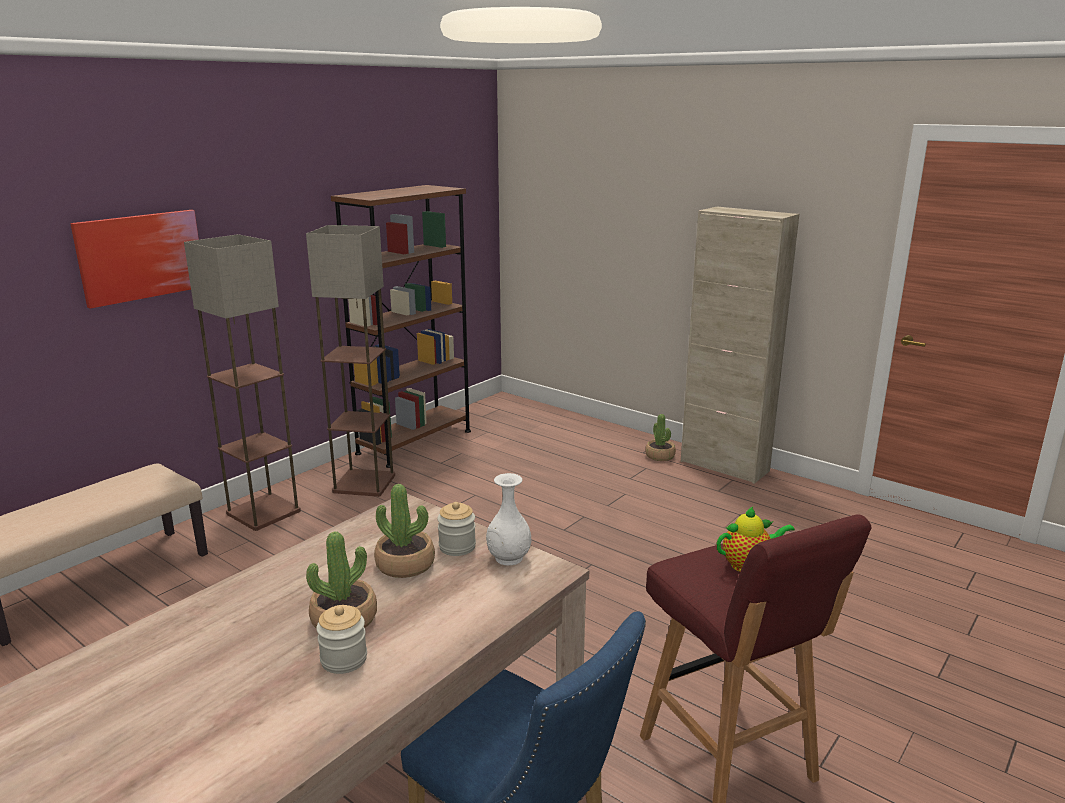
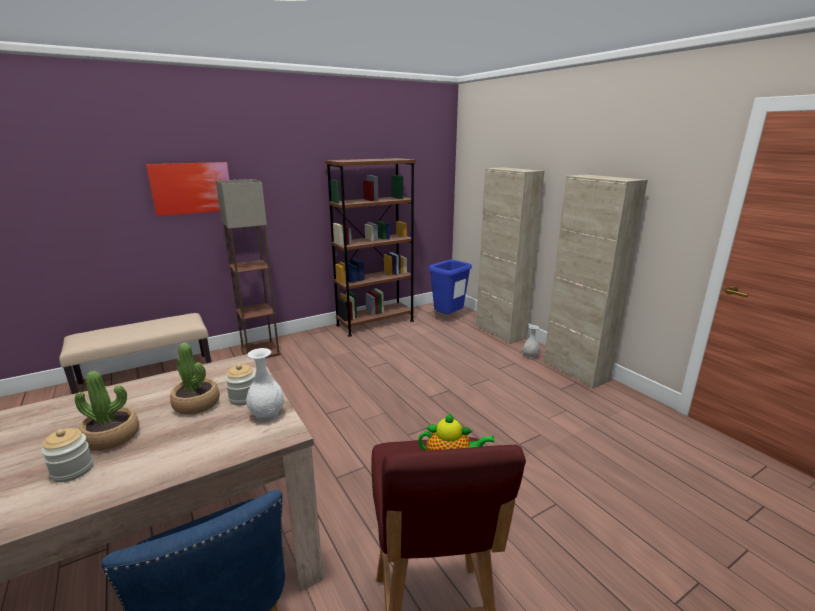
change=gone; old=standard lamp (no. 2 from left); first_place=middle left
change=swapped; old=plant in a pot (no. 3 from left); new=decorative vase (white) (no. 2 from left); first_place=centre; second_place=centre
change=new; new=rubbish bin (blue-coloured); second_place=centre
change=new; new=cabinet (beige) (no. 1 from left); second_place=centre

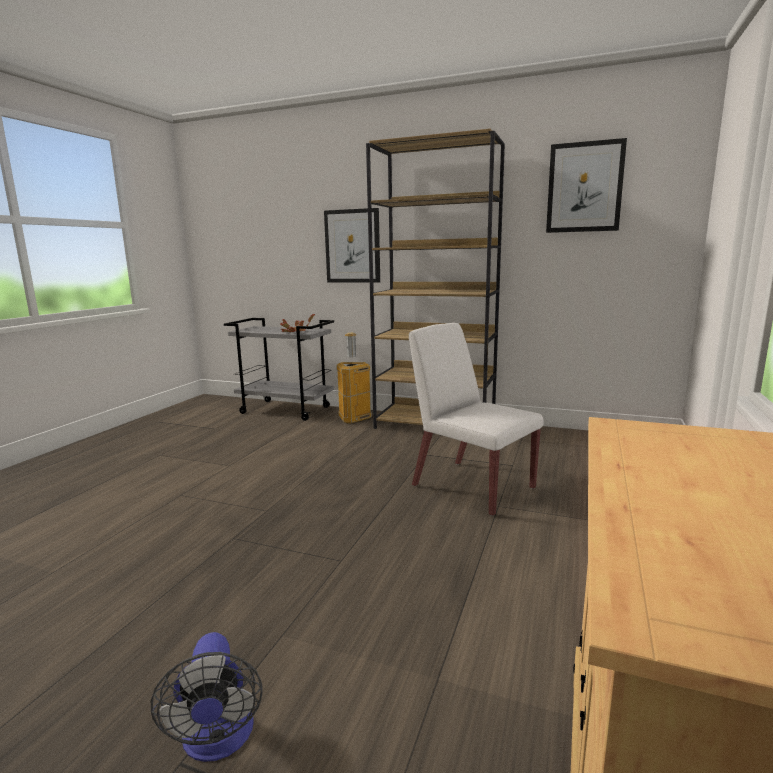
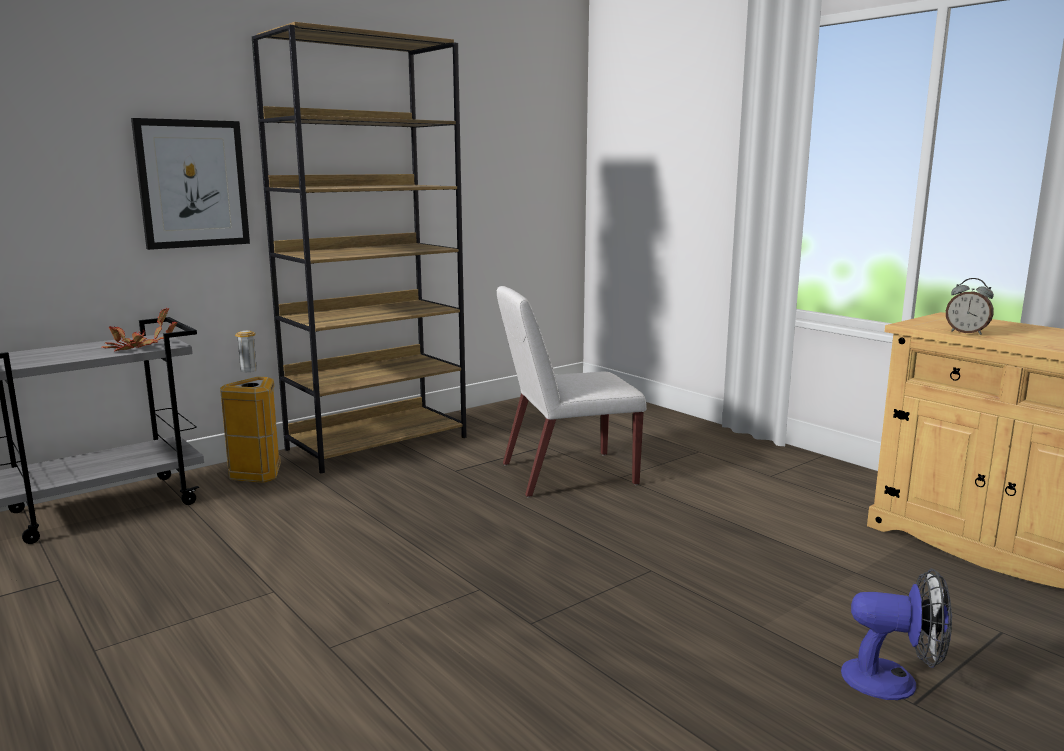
change=gone; old=picture (no. 2 from left); first_place=top right
change=new; new=alarm clock; second_place=middle right

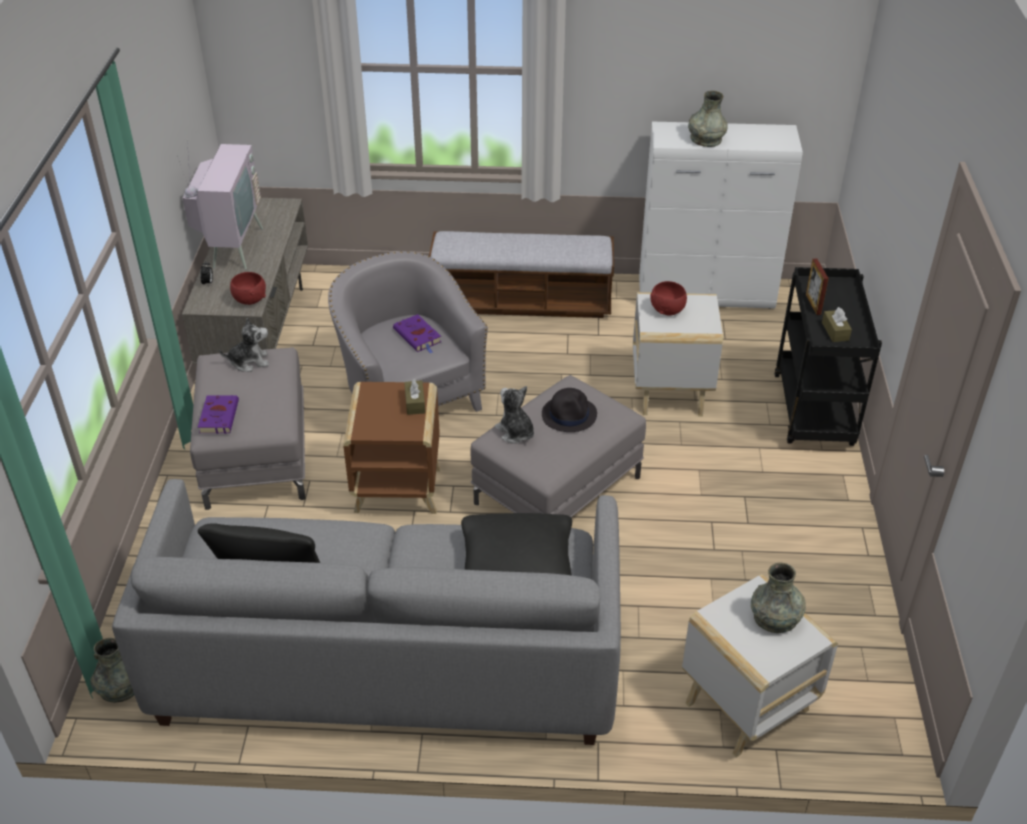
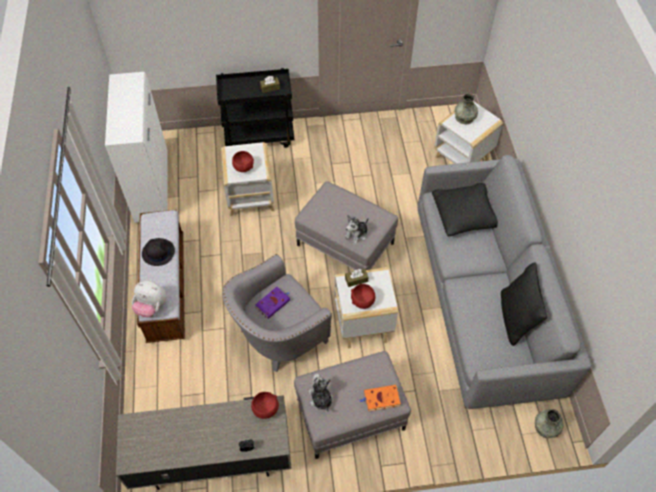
change=gone; old=TV; first_place=top left
change=repainted; old=bound book (purple) (no. 1 from left); new=bound book (orangey); first_place=middle left; second_place=bottom centre
change=repainted; old=accent table (brown-coloured); new=accent table (white) (no. 2 from left); first_place=centre; second_place=centre
change=shifted; old=hat (blackish); first_place=centre; second_place=middle left
change=gone; old=decorative vase (greyish) (no. 2 from left); first_place=top right
change=gone; old=standing frame; first_place=middle right
change=new; new=soft toy (no. 1 from left); second_place=middle left
change=new; new=serving bowl (red) (no. 3 from left); second_place=centre

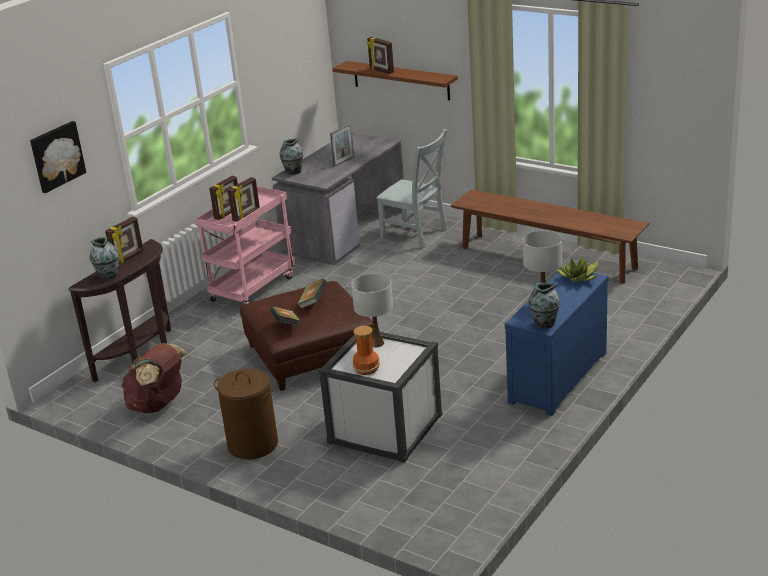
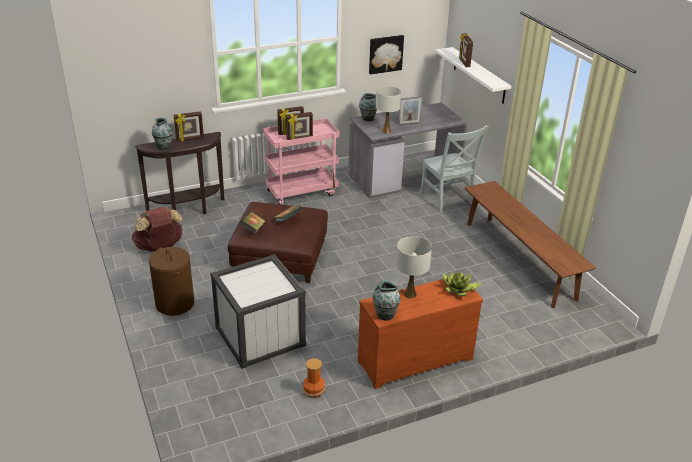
change=shifted; old=picture; first_place=top left; second_place=top centre
change=repainted; old=wall shelf (brown-coloured); new=wall shelf (white); first_place=top centre; second_place=top right
change=shifted; old=lamp for a table (white) (no. 1 from left); first_place=centre; second_place=top centre
change=shifted; old=decorative vase (no. 3 from left in the first image); new=decorative vase (no. 2 from left); first_place=centre; second_place=bottom centre
change=repainted; old=chest of drawers (blue-coloured); new=chest of drawers (brown-coloured); first_place=middle right; second_place=bottom centre

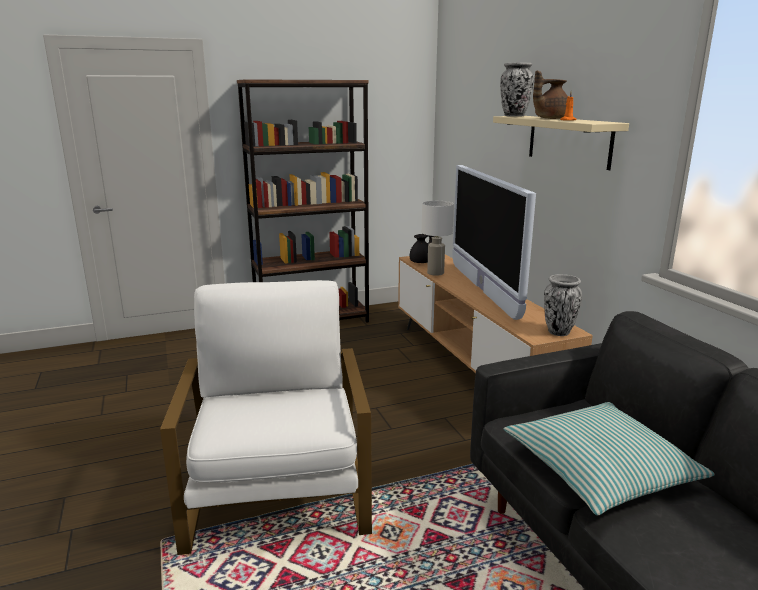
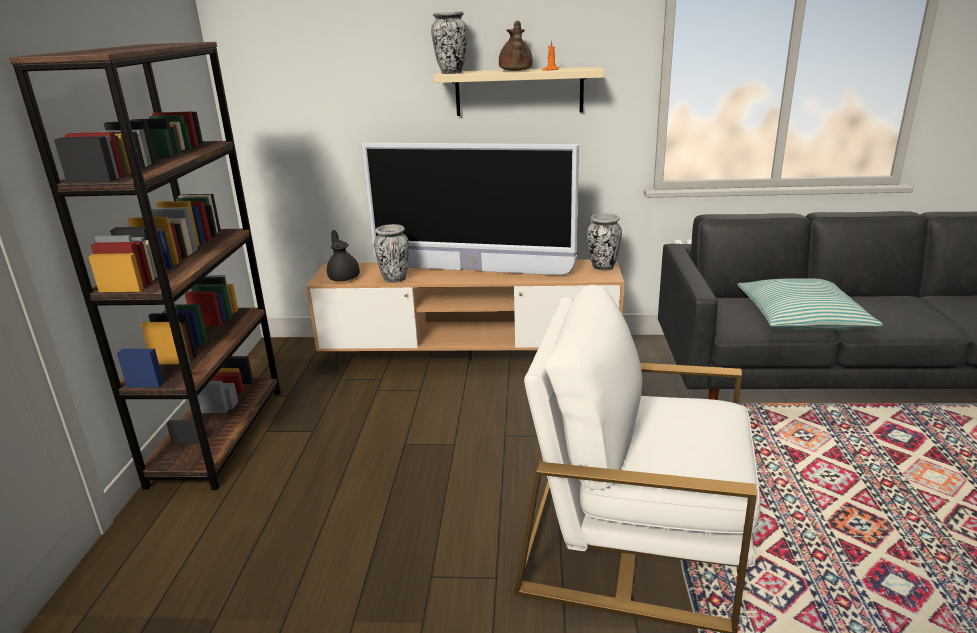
change=swapped; old=lamp for a table (white); new=decorative vase (no. 1 from left); first_place=centre; second_place=centre

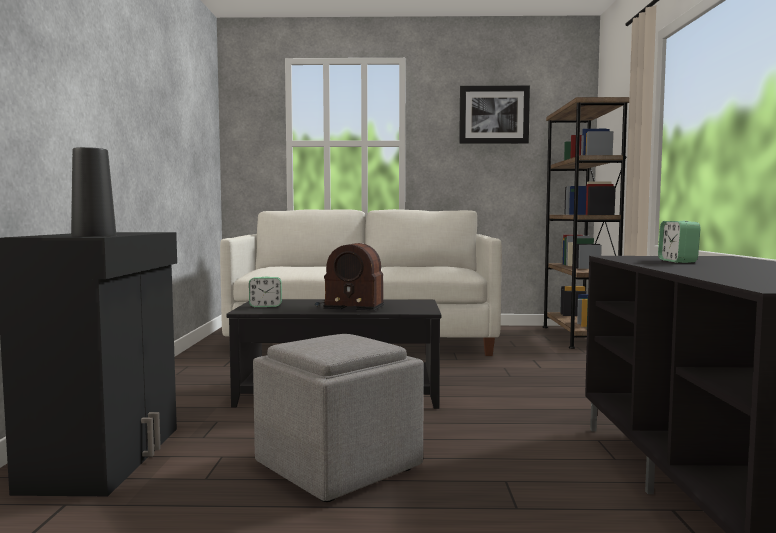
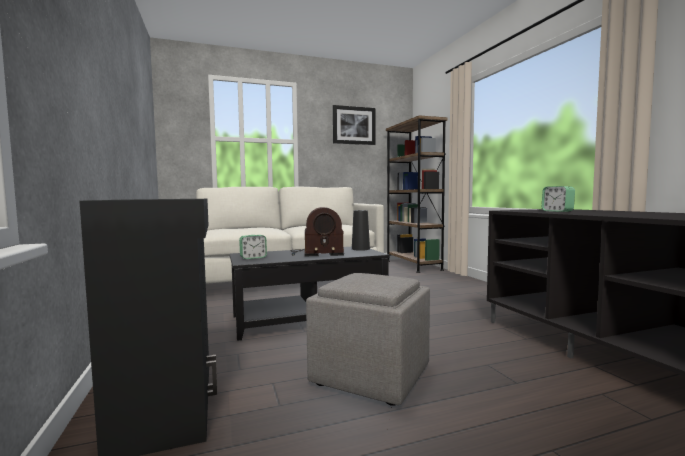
change=shifted; old=decorative vase (blackish); first_place=middle left; second_place=centre

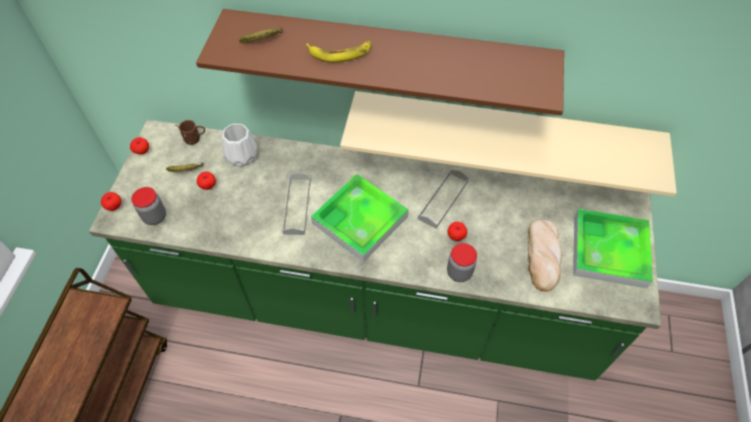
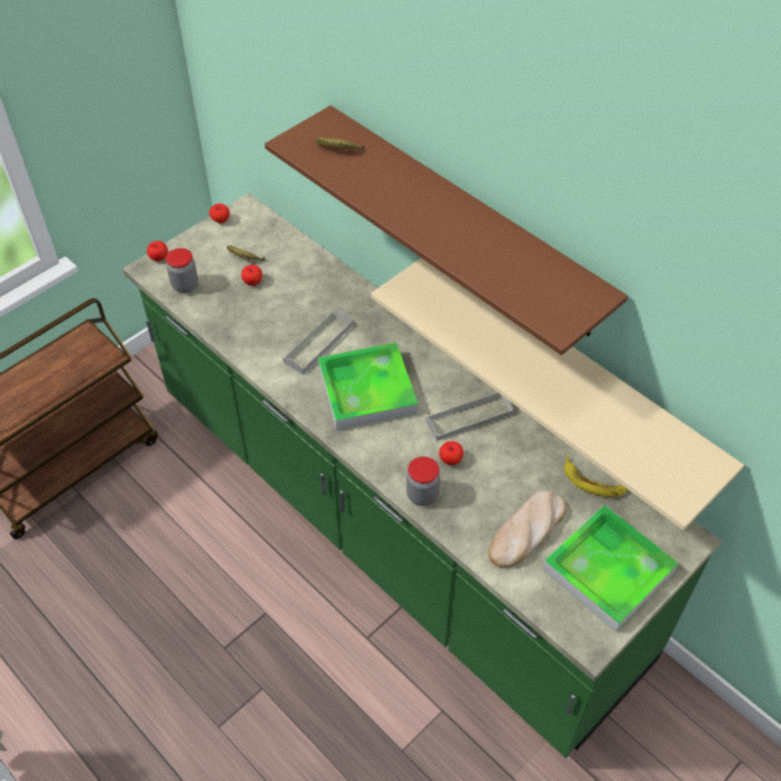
change=gone; old=tea mug (brown-coloured); first_place=top left
change=gone; old=decorative vase (white); first_place=middle left
change=shifted; old=whole banana (no. 3 from left); first_place=top centre; second_place=middle right

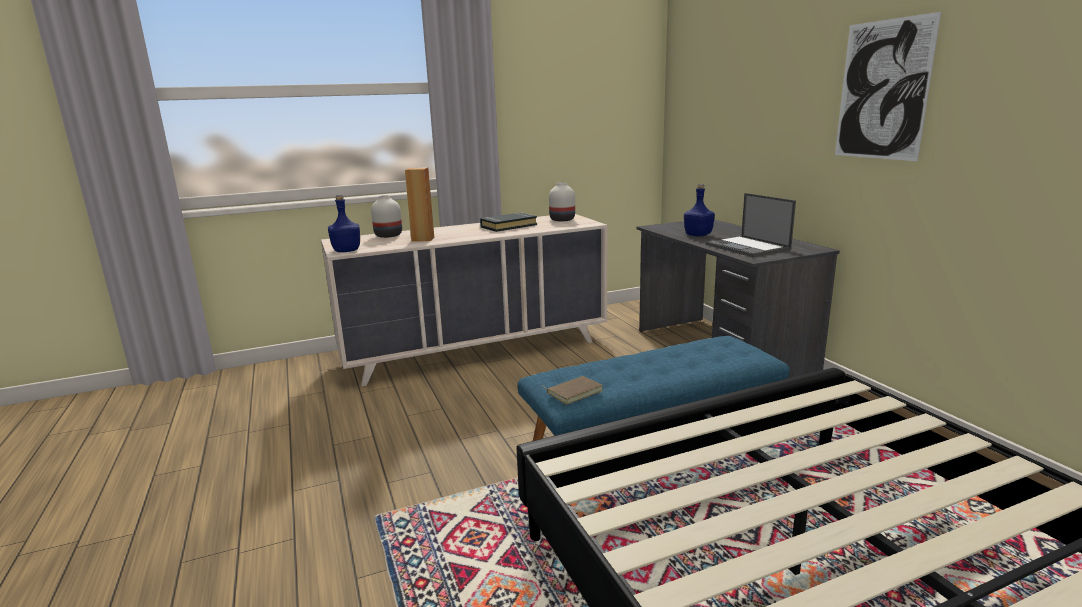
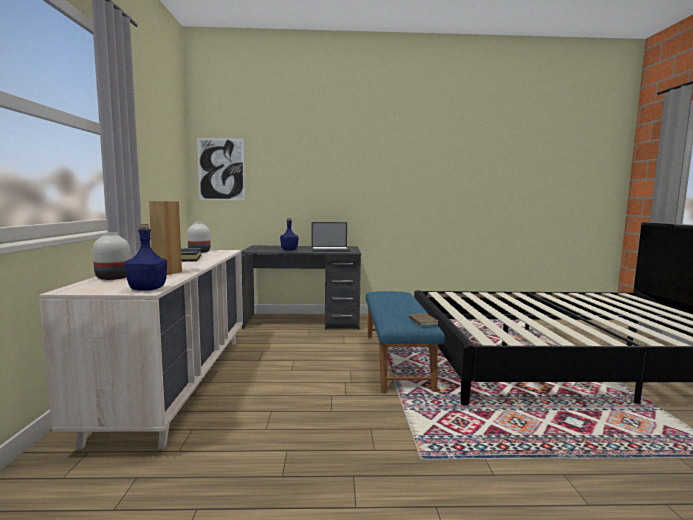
change=shifted; old=picture; first_place=top right; second_place=top left

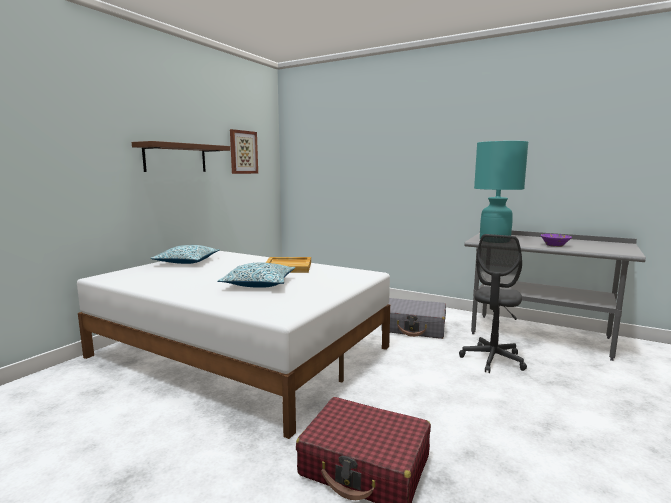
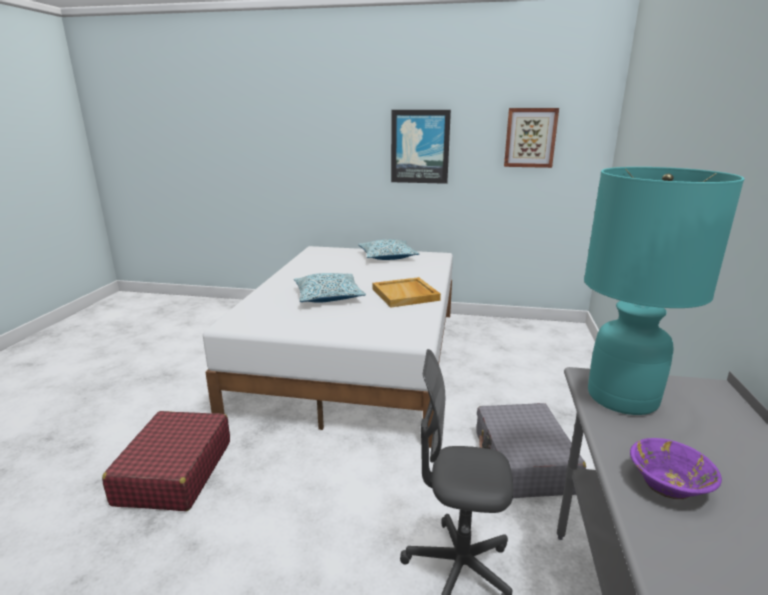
change=swapped; old=wall shelf (brown-coloured); new=picture (no. 1 from left); first_place=top left; second_place=top centre

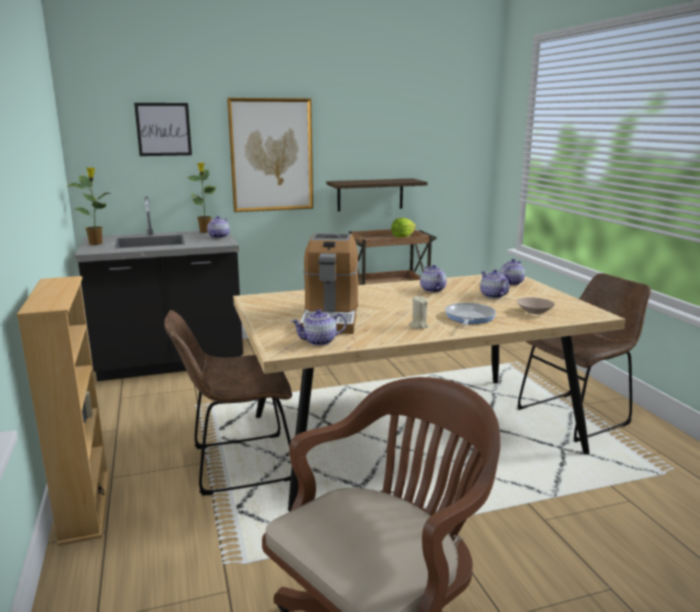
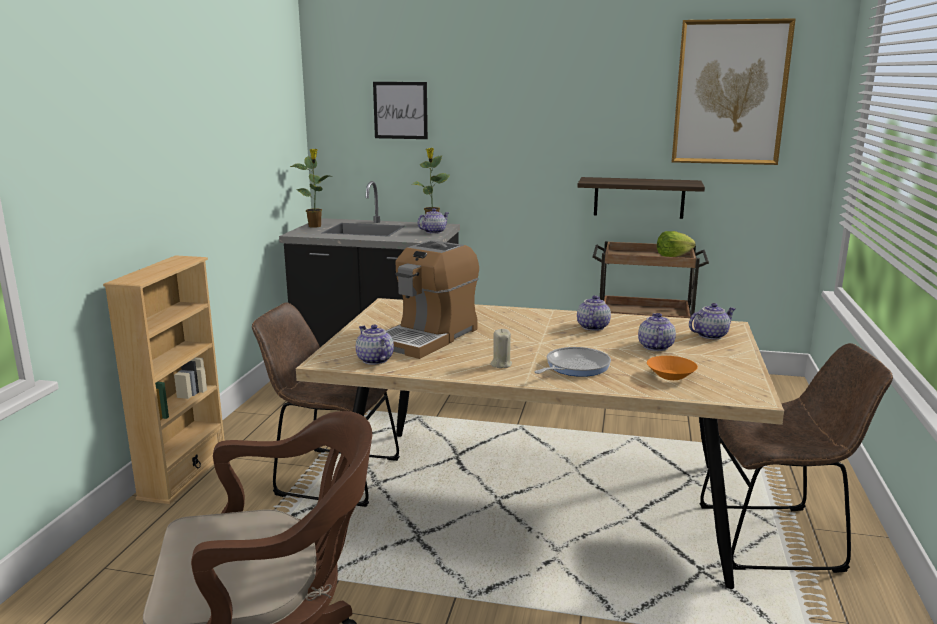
change=shifted; old=picture (no. 2 from left); first_place=top centre; second_place=top right
change=rotated; old=pot for tea (no. 2 from left in the first image); first_place=centre; second_place=centre; degrees=45
change=repainted; old=serving bowl (beige); new=serving bowl (orangey); first_place=middle right; second_place=middle right

